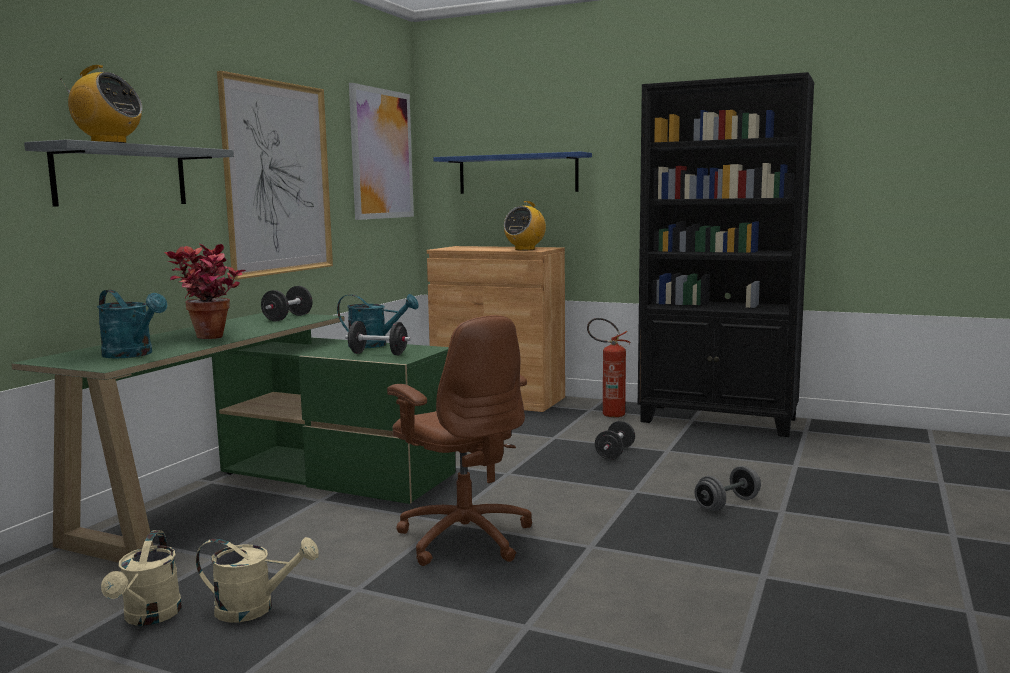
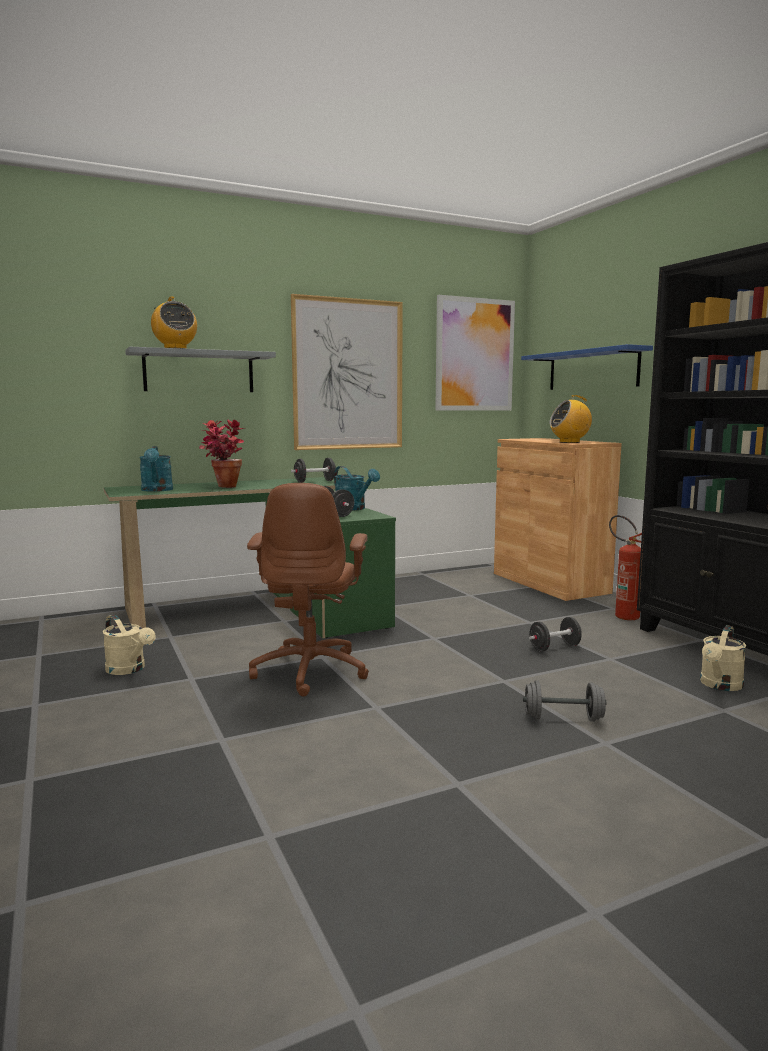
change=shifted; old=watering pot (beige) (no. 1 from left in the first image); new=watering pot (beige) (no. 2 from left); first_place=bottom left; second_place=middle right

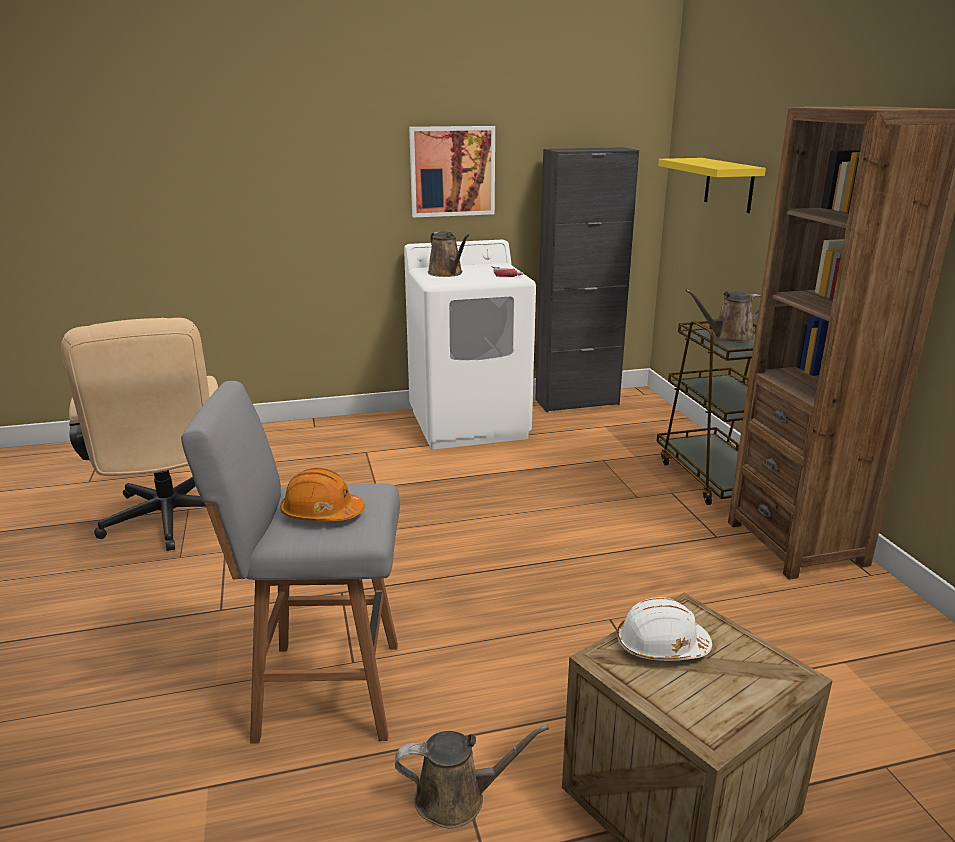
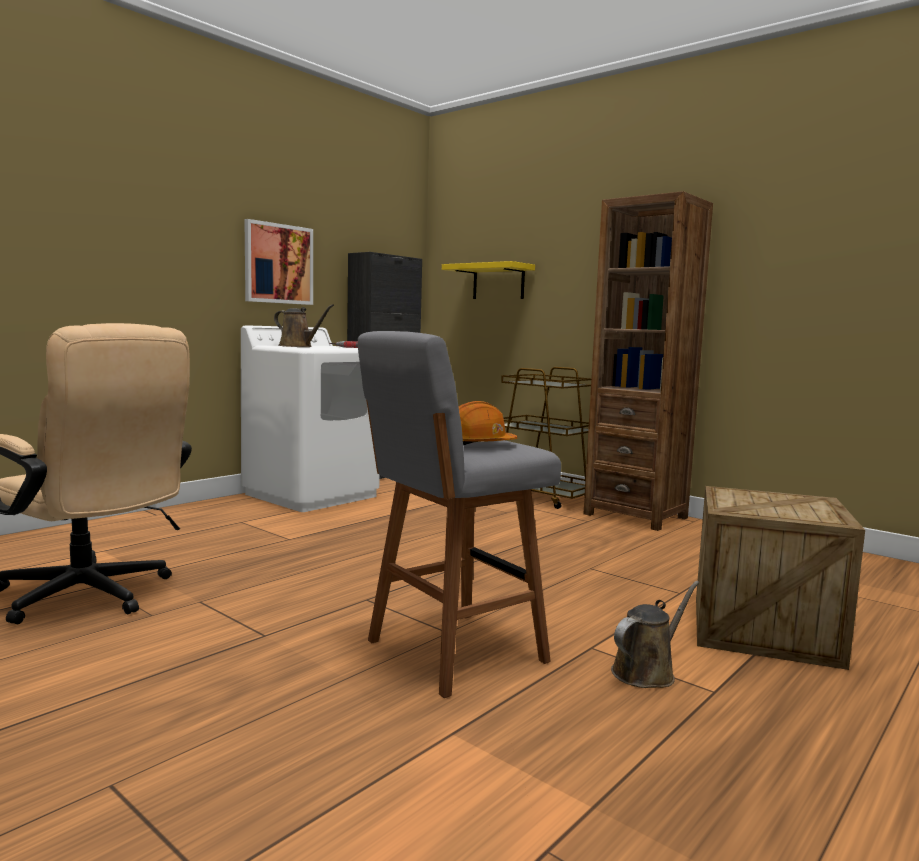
change=gone; old=work helmet (white); first_place=bottom right
change=gone; old=watering pot (brown-coloured) (no. 3 from left); first_place=middle right

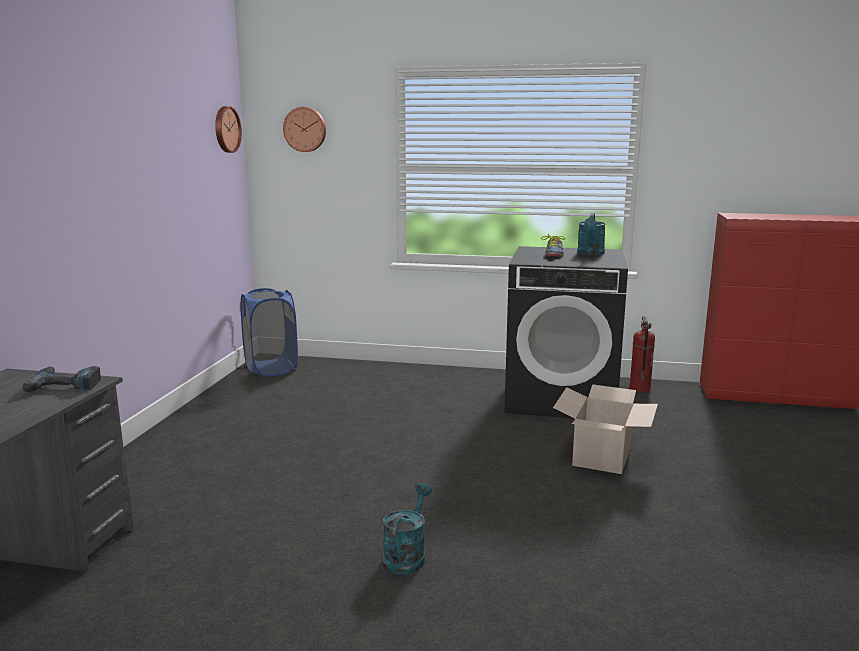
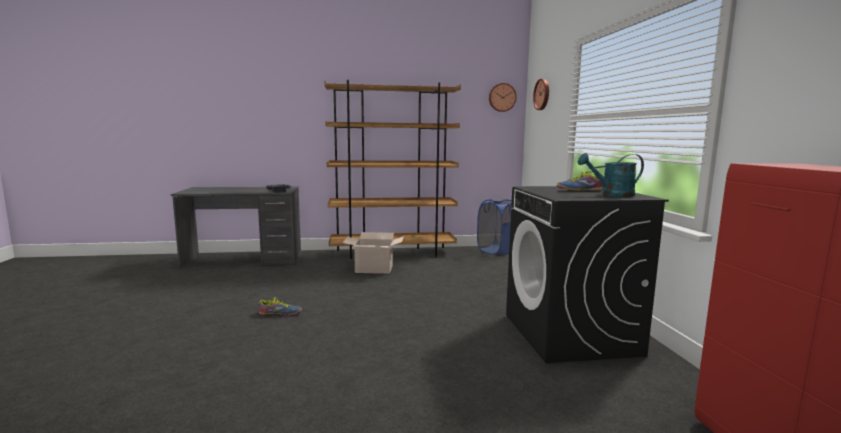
change=swapped; old=watering pot (blue-green) (no. 1 from left); new=item of footwear (no. 1 from left); first_place=bottom centre; second_place=bottom left
change=shifted; old=packing box; first_place=middle right; second_place=centre
change=gone; old=extinguisher; first_place=middle right
change=new; new=bookcase (brown-coloured); second_place=centre

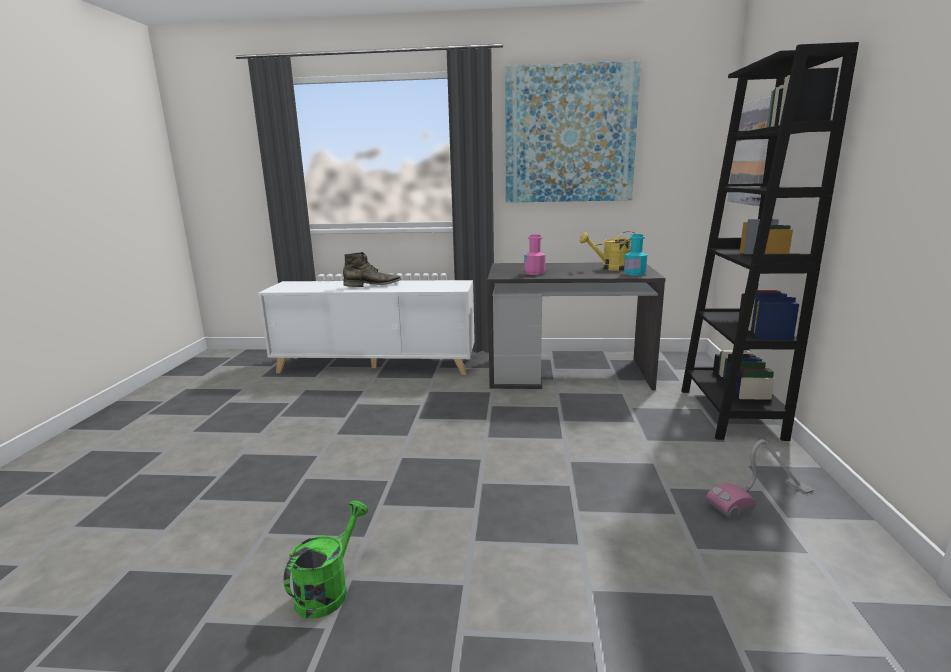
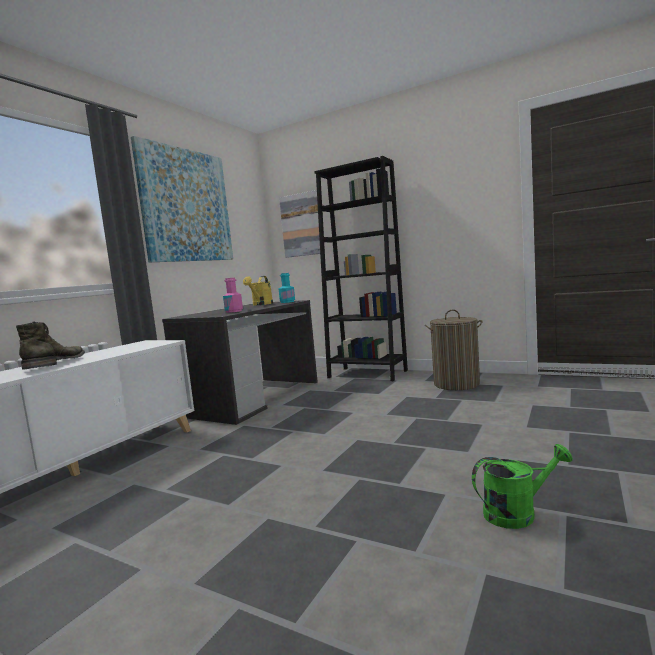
change=rotated; old=watering pot (green); first_place=bottom centre; second_place=bottom right; degrees=120
change=swapped; old=vacuum; new=laundry basket; first_place=bottom right; second_place=middle right

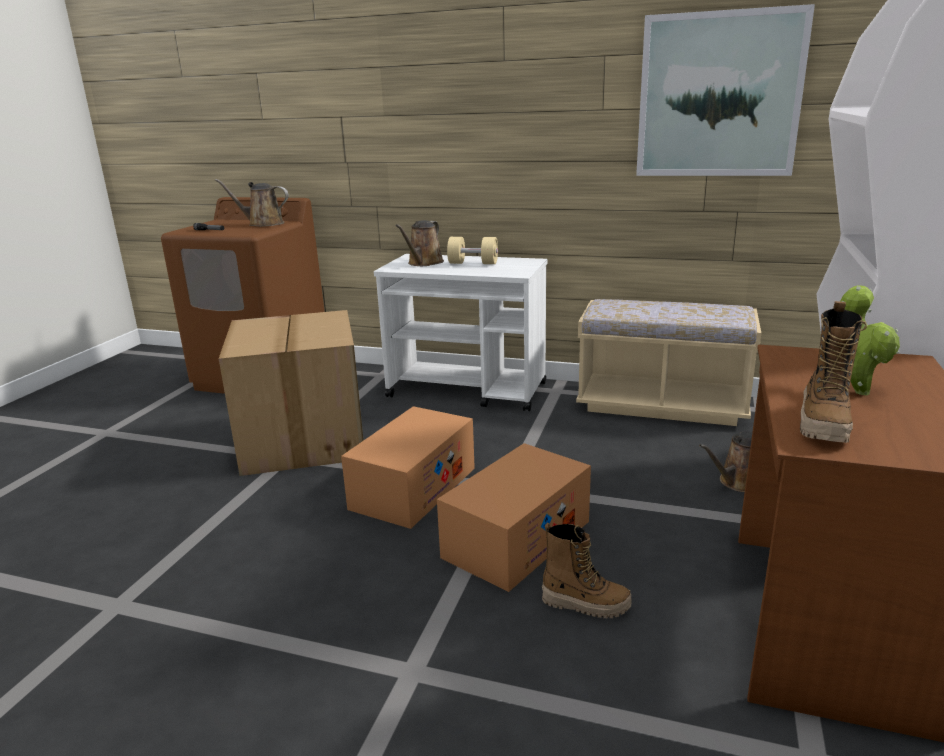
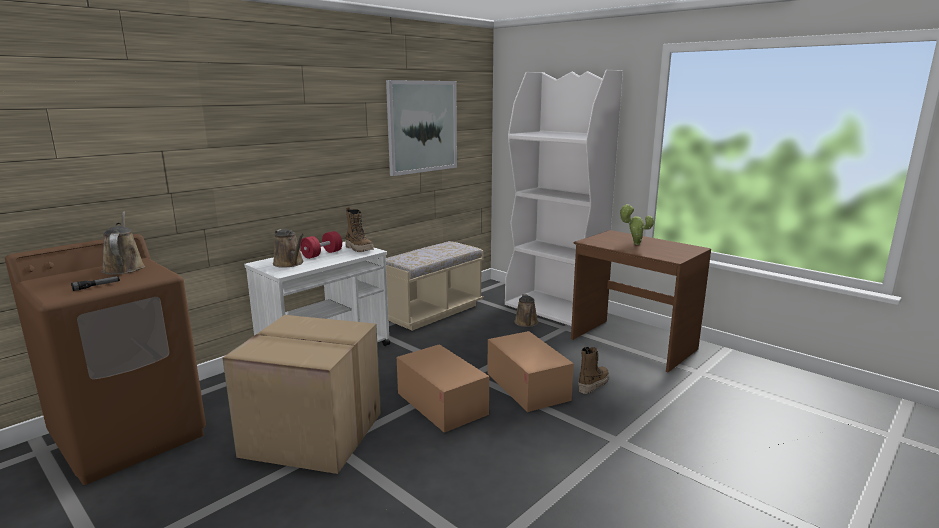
change=rotated; old=watering pot (brown-coloured) (no. 1 from left); first_place=top left; second_place=middle left; degrees=120
change=repainted; old=dumbbell (beige); new=dumbbell (red); first_place=top centre; second_place=centre
change=shifted; old=boot (no. 2 from left in the first image); new=boot (no. 1 from left); first_place=middle right; second_place=centre

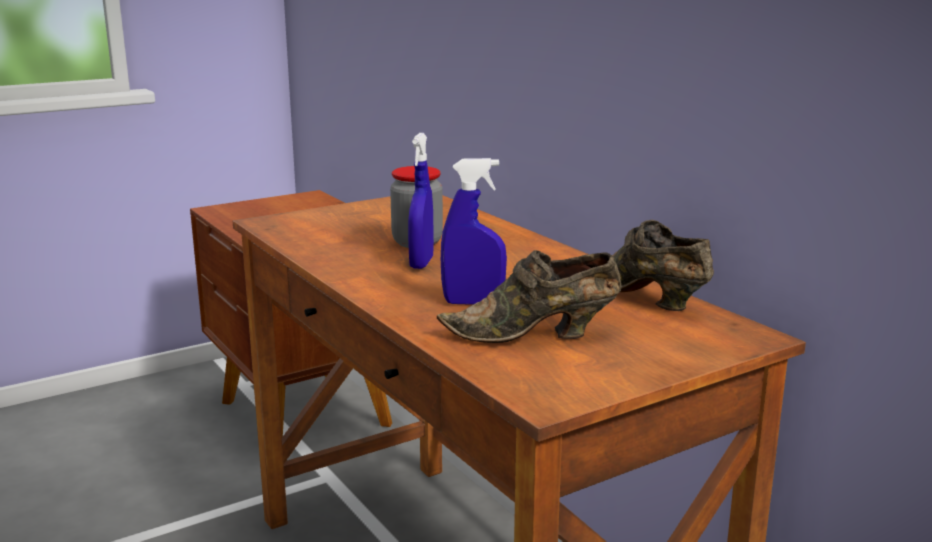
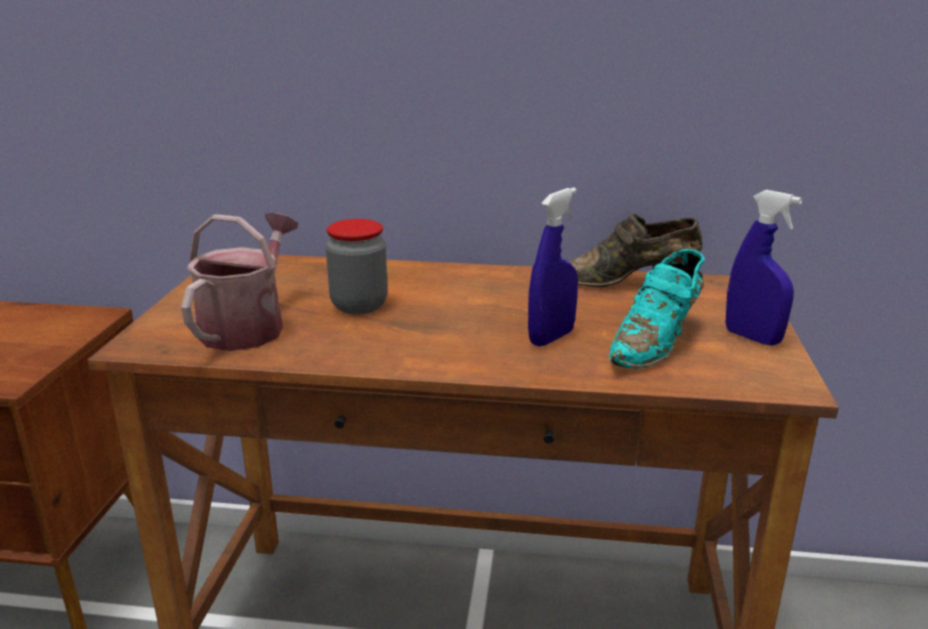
change=shifted; old=hand sprayer (blue-coloured) (no. 1 from left in the first image); new=hand sprayer (blue-coloured) (no. 2 from left); first_place=centre; second_place=middle right
change=repainted; old=item of footwear (brown-coloured) (no. 1 from left); new=item of footwear (blue-green); first_place=centre; second_place=middle right
change=new; new=watering pot; second_place=middle left

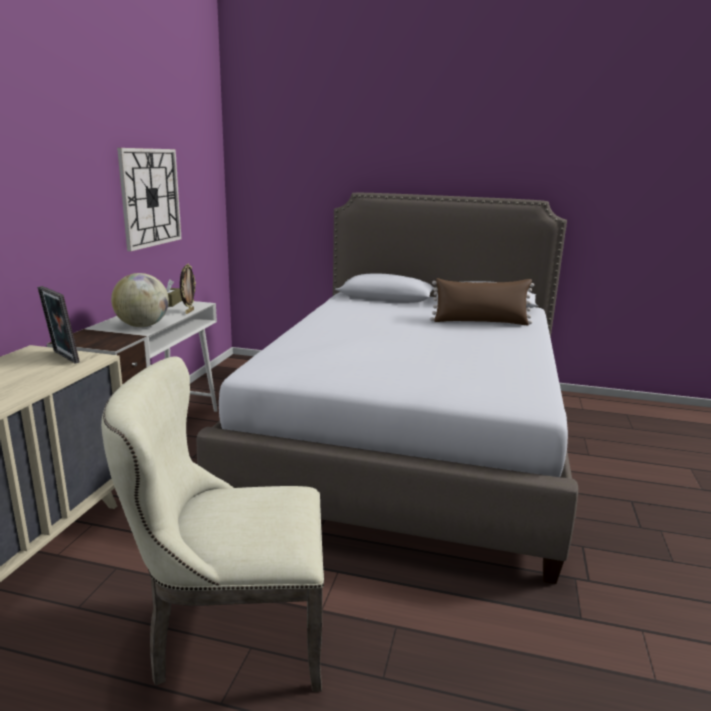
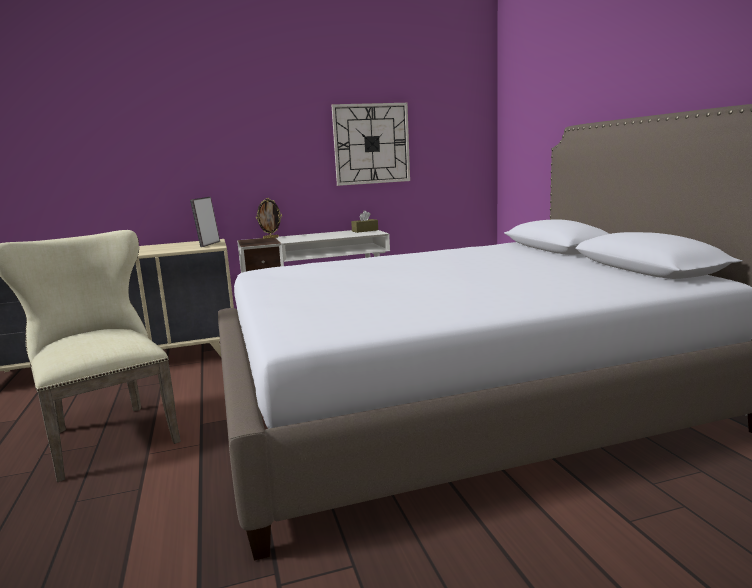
change=gone; old=desk globe; first_place=middle left
change=shifted; old=standing frame (no. 2 from left); first_place=middle left; second_place=centre
change=gone; old=cushion (brown-coloured); first_place=middle right

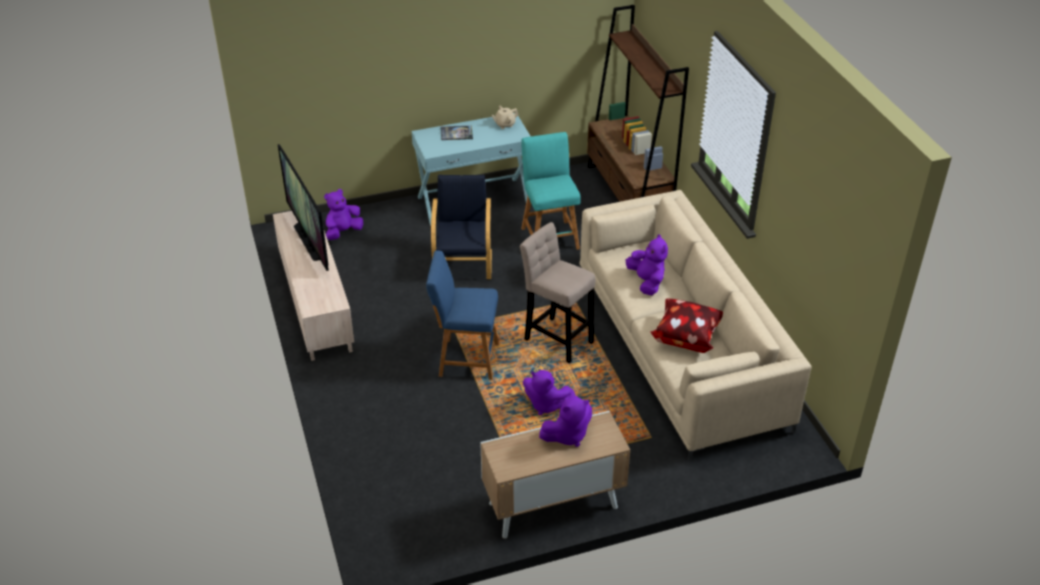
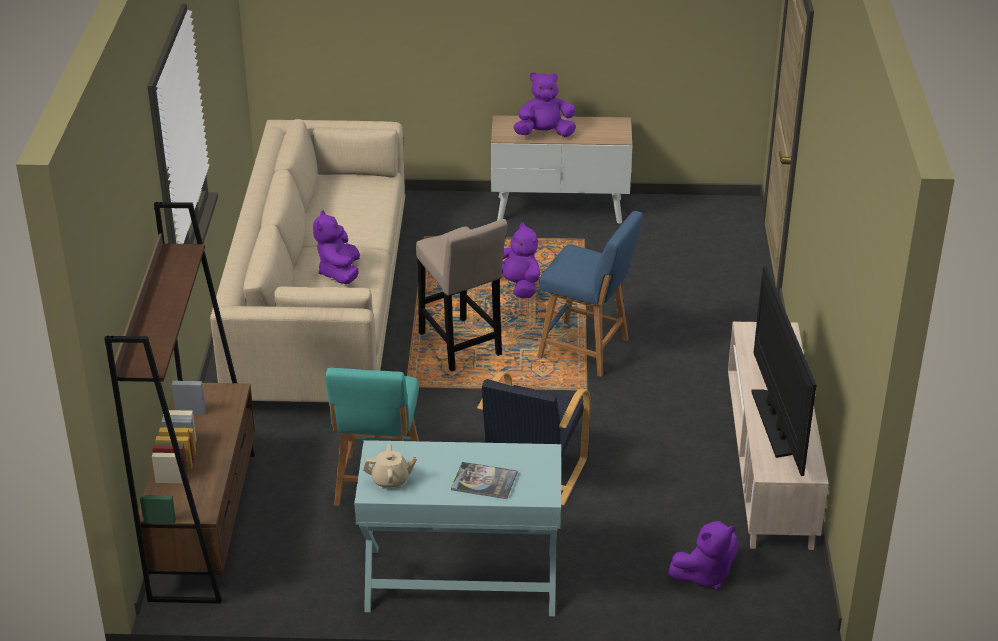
change=gone; old=cushion; first_place=centre

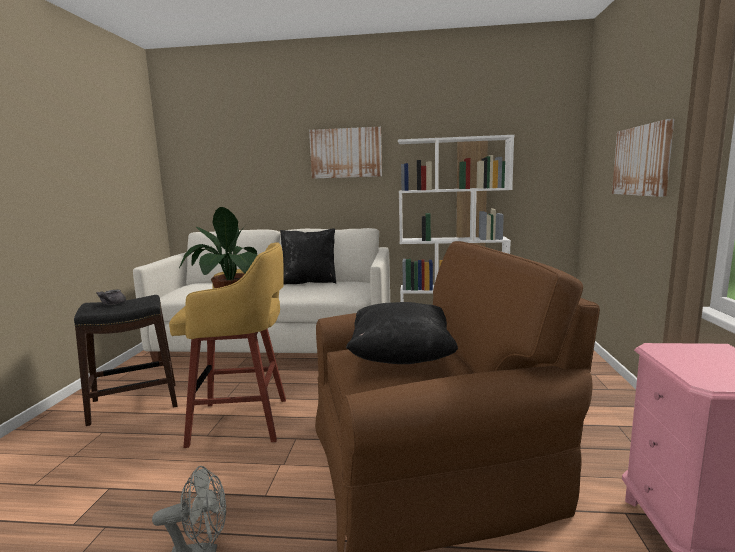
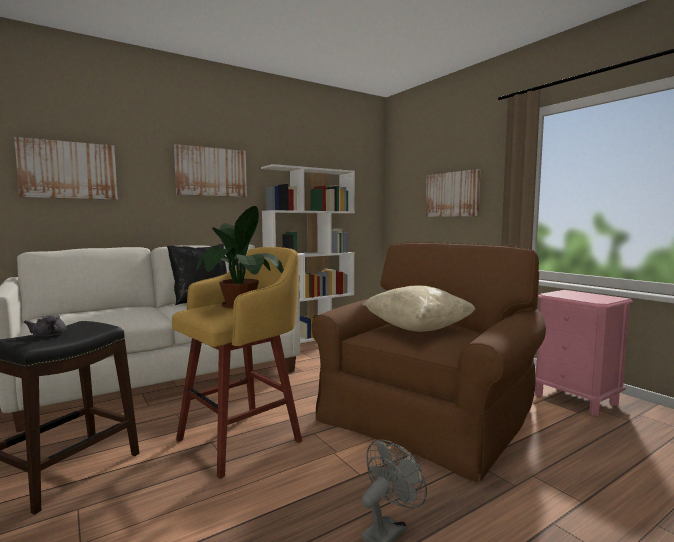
change=repainted; old=cushion (blackish) (no. 2 from left); new=cushion (beige); first_place=centre; second_place=centre
change=new; new=picture (no. 1 from left); second_place=top left

